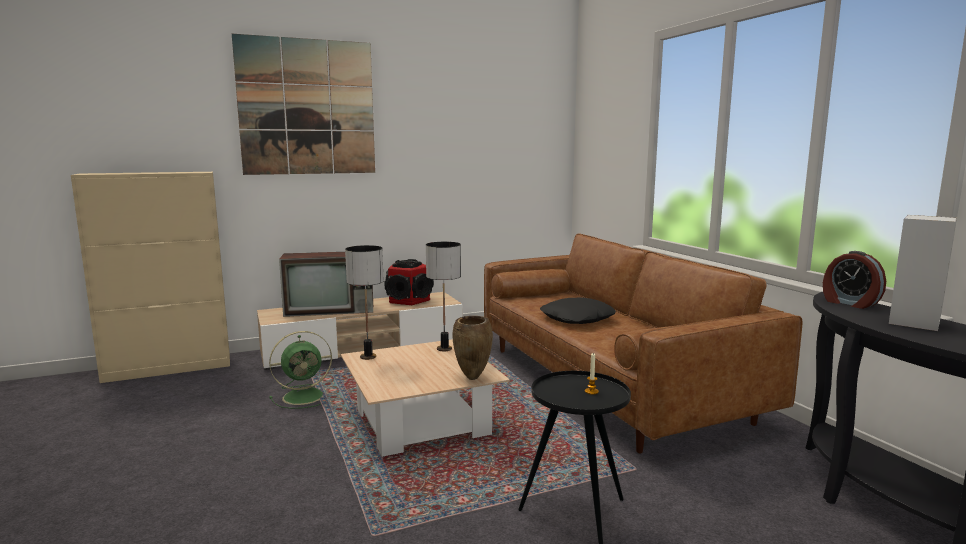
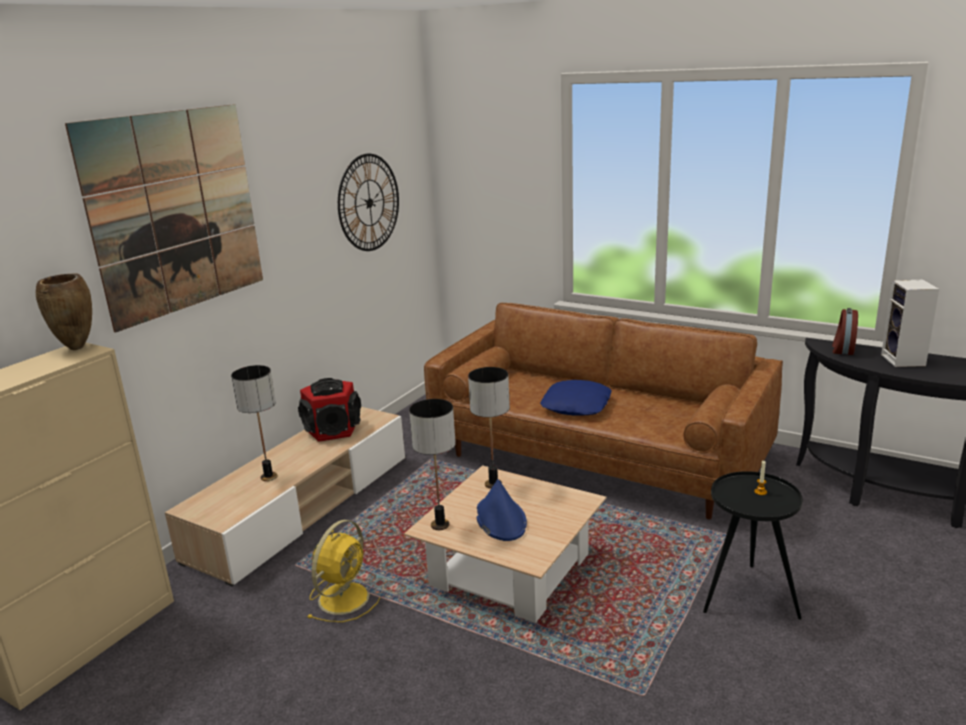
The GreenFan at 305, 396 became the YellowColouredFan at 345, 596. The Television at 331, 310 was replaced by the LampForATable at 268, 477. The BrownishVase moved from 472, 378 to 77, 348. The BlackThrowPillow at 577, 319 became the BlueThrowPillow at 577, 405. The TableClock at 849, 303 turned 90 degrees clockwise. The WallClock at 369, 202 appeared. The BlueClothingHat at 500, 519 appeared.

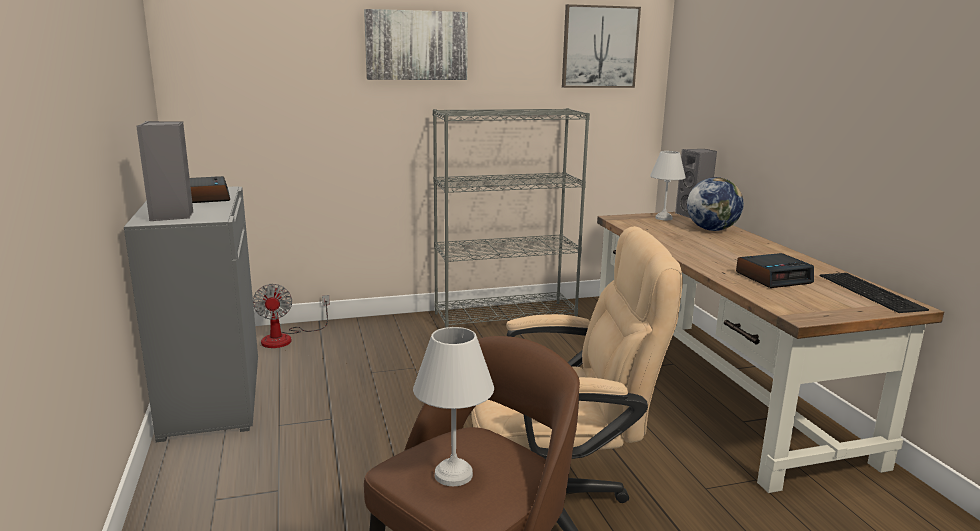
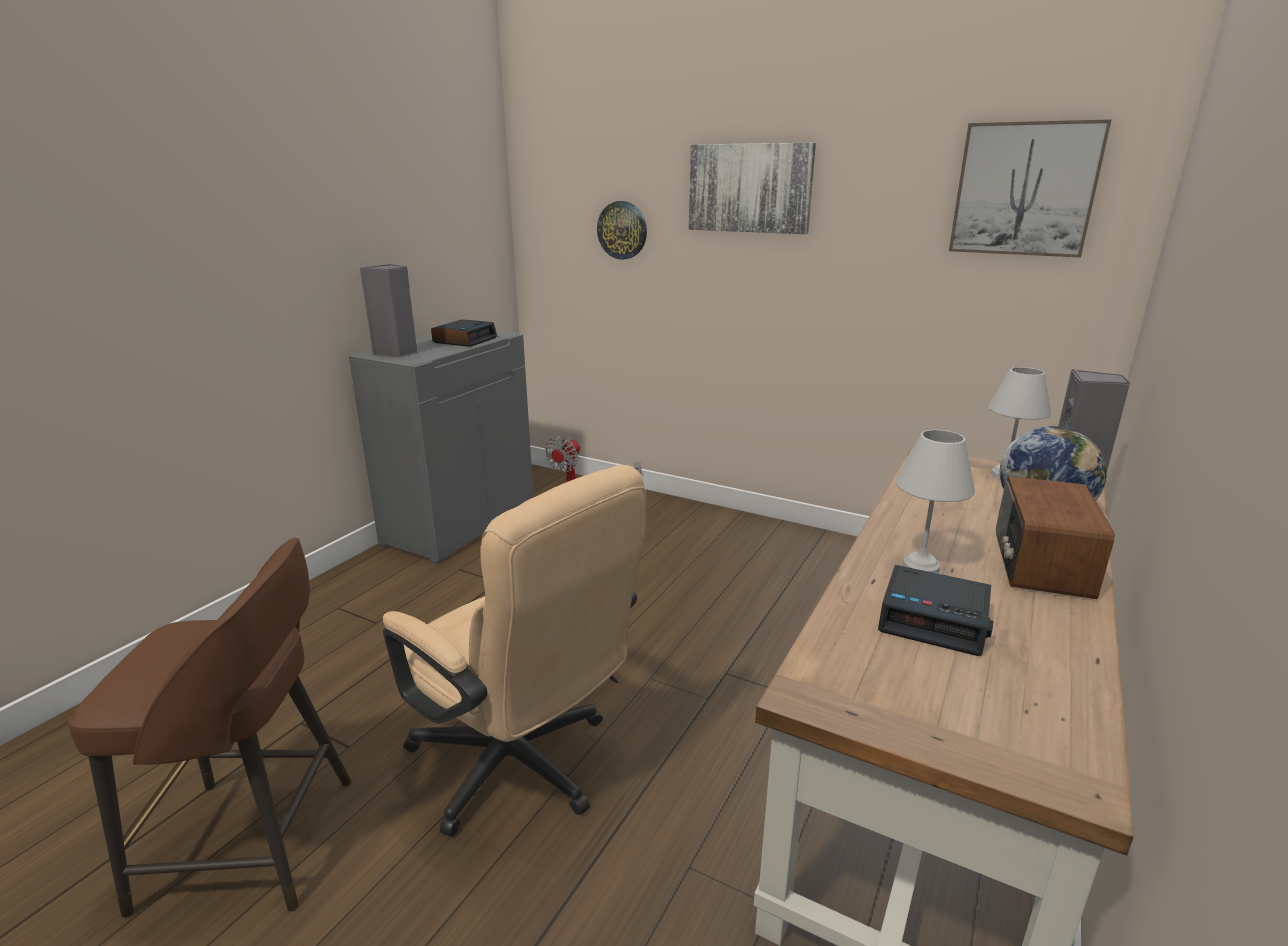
The WhiteColouredLampForATable moved from 454, 473 to 922, 566. The GreyishShelvingUnit at 506, 316 disappeared. The PcKeyboard at 873, 292 disappeared. The WallClock at 622, 230 appeared. The Radio at 1039, 564 appeared.

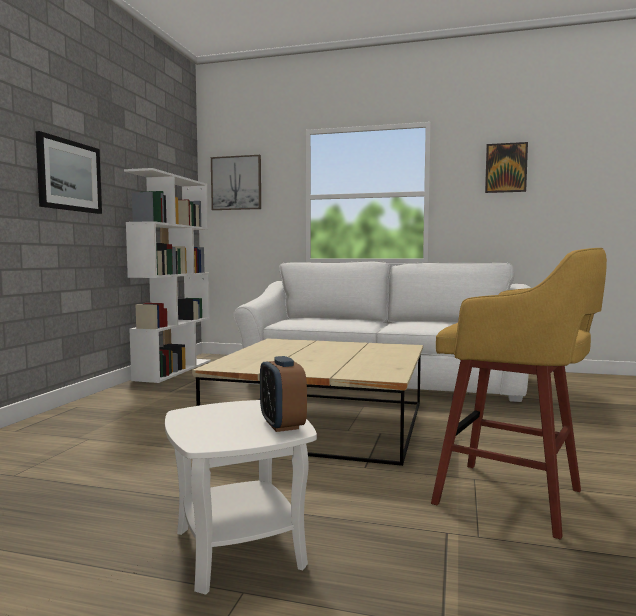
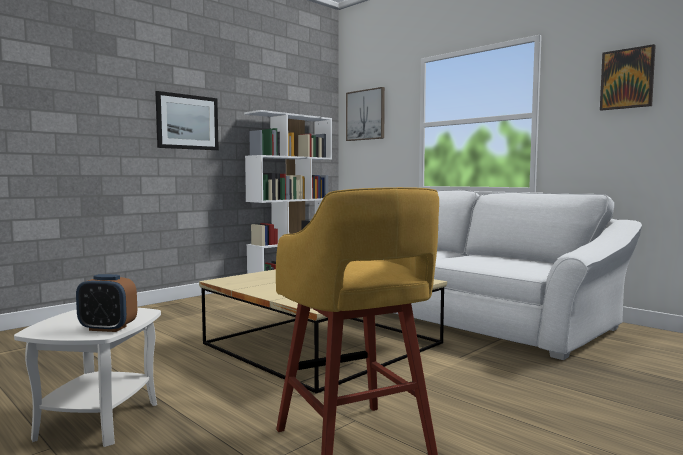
The TableClock at 282, 425 turned 90 degrees counterclockwise.

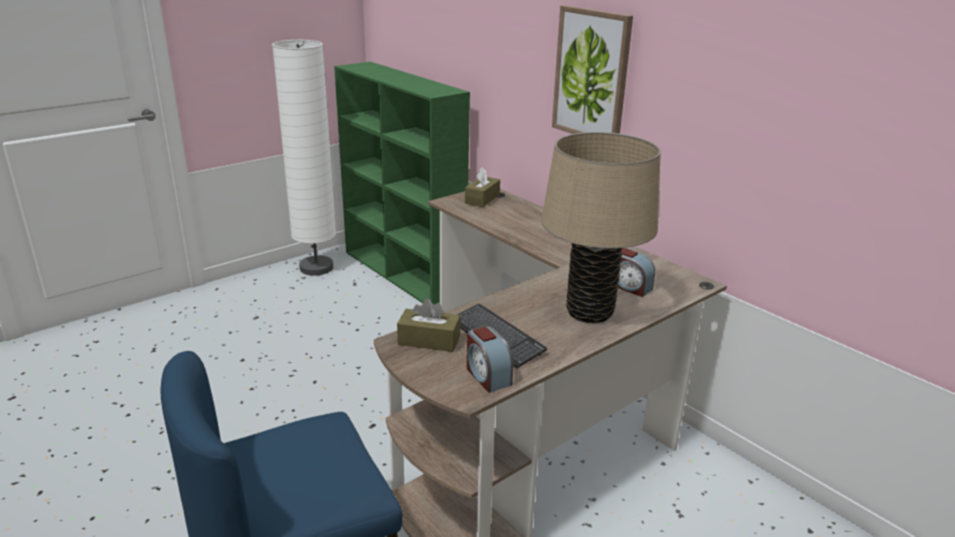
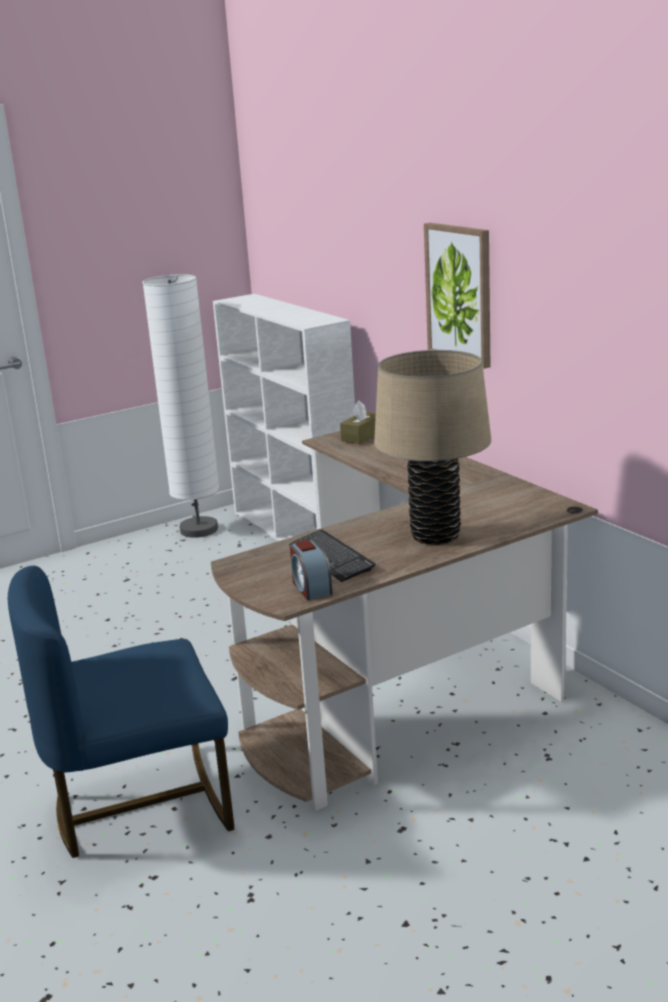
The GreenShelvingUnit at 404, 274 became the WhiteColouredShelvingUnit at 297, 533. The BrownishTissueHolder at 429, 340 disappeared. The TableClock at 629, 287 disappeared.

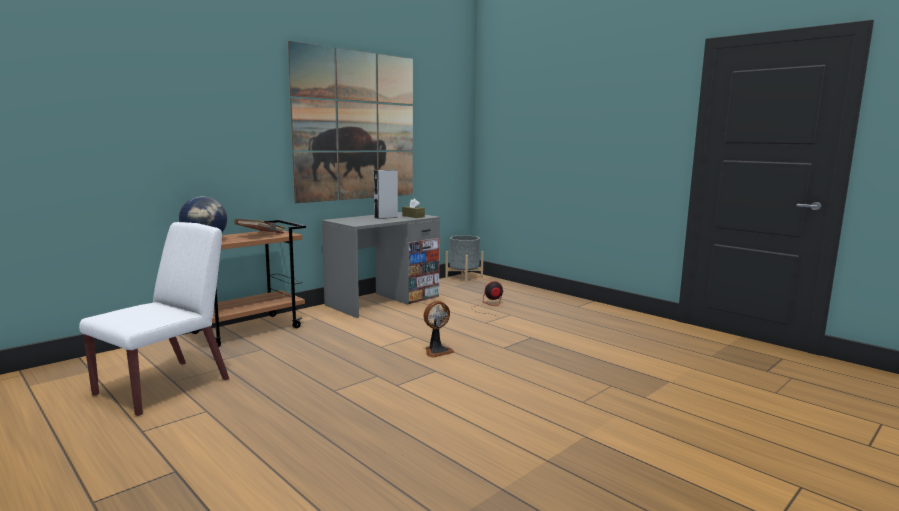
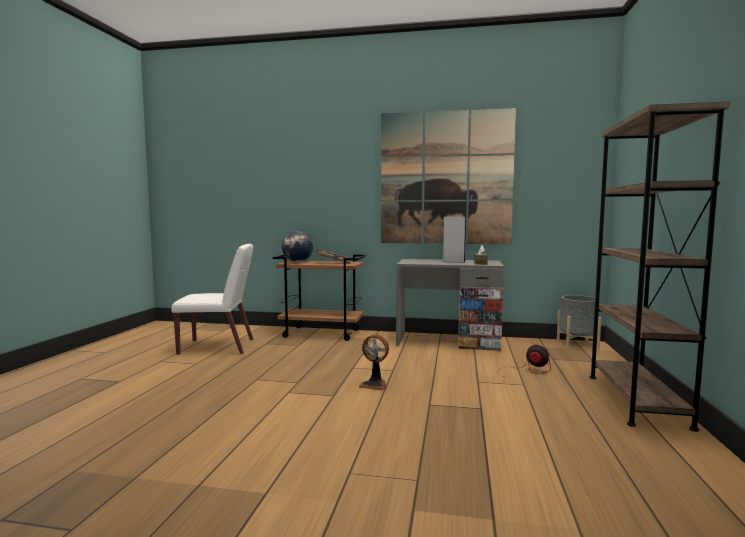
The BrownishShelvingUnit at 636, 400 appeared.

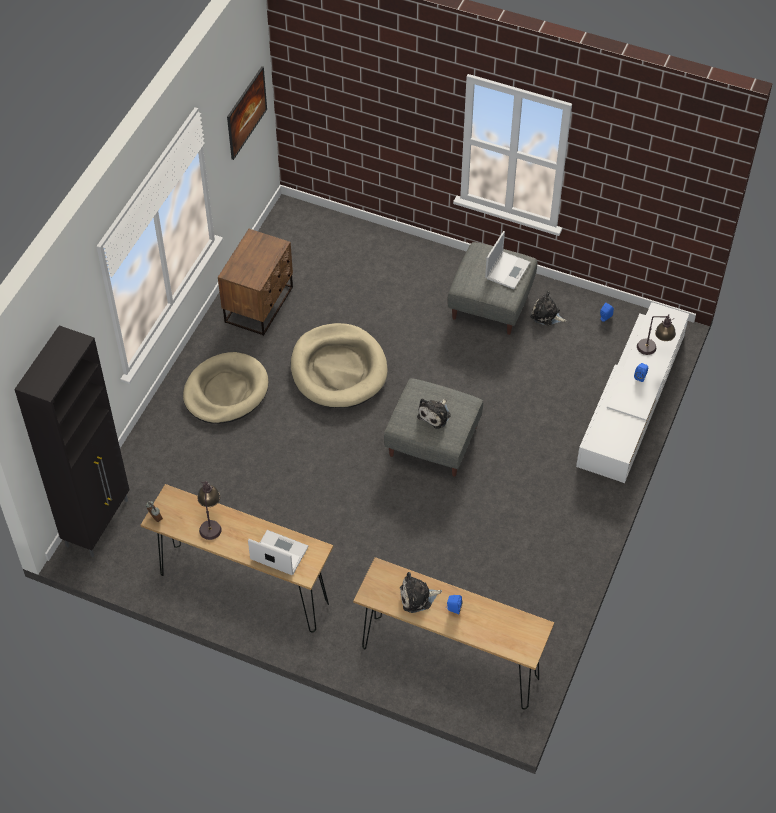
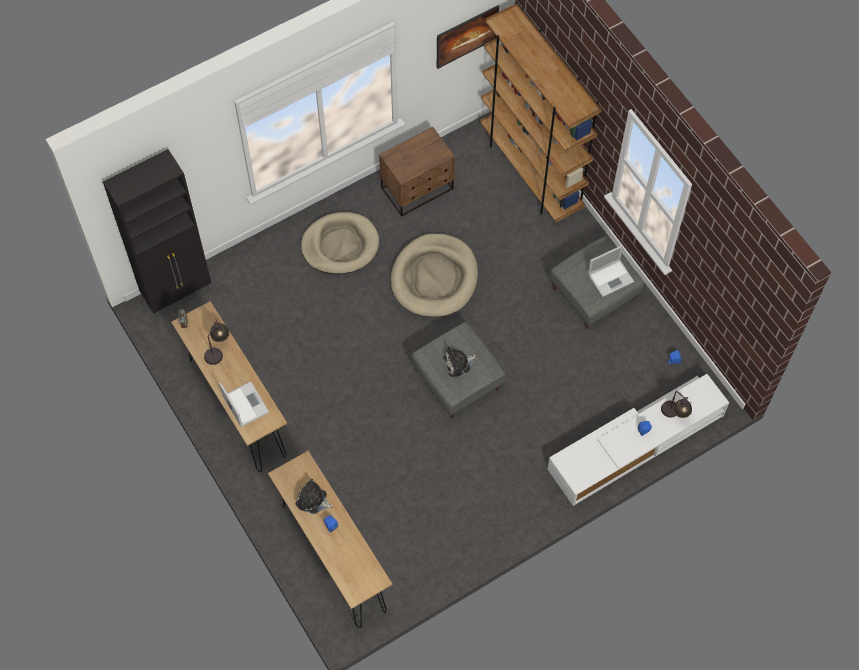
The PlushToy at 546, 315 disappeared. The BrownishShelvingUnit at 531, 171 appeared.

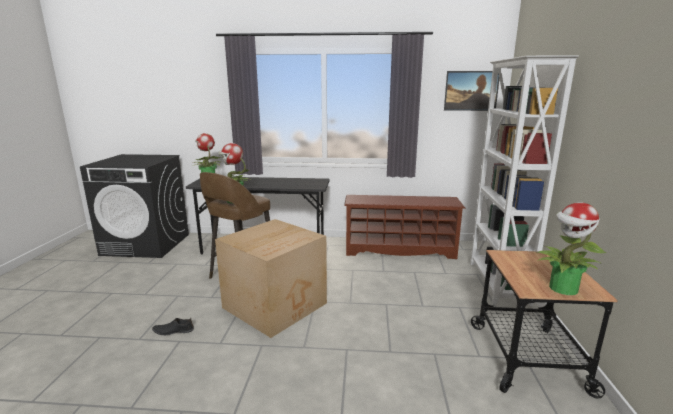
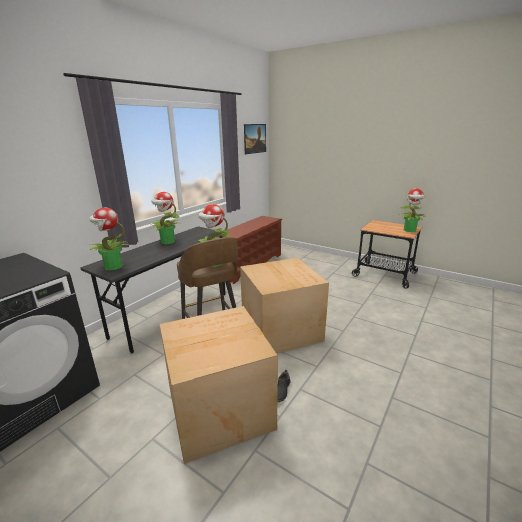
The WhiteColouredShelvingUnit at 497, 283 disappeared. The PottedPlant at 167, 242 appeared. The Carton at 218, 409 appeared.

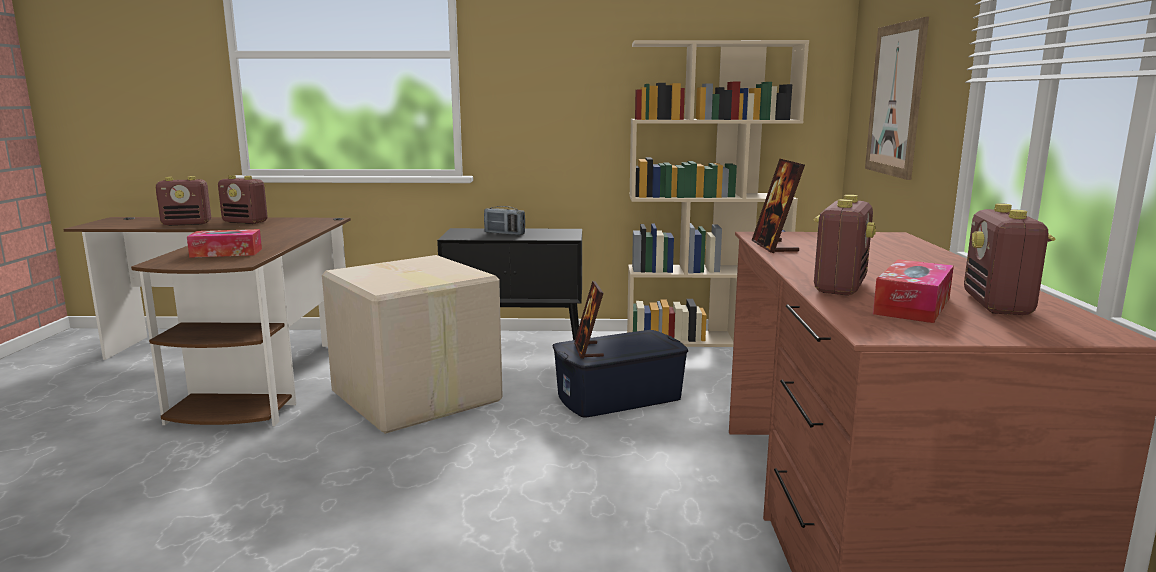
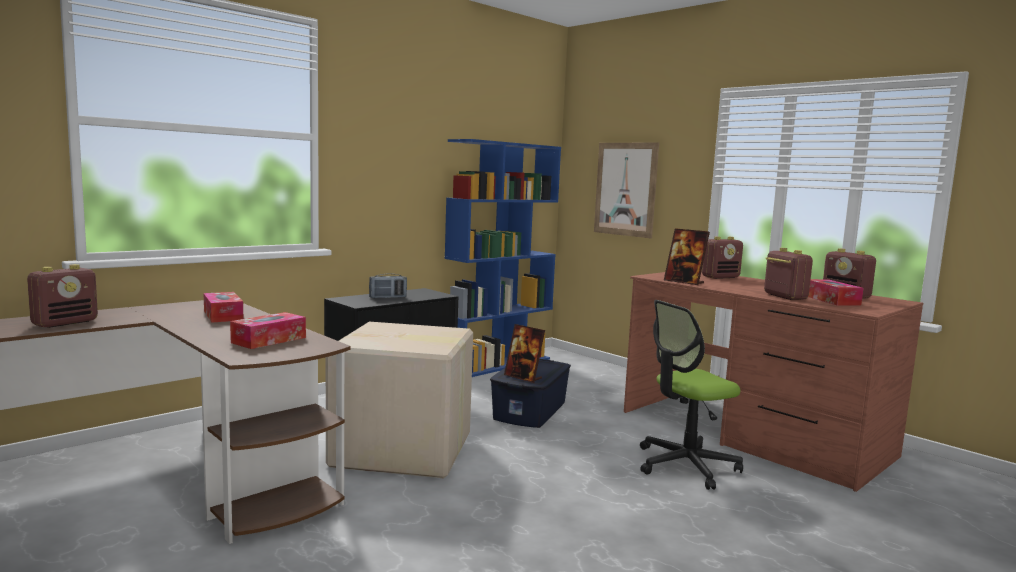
The Radio moved from 245, 222 to 720, 277. The BeigeShelvingUnit at 705, 339 became the BlueShelvingUnit at 498, 364. The TissueHolder at 223, 315 appeared. The DeskChair at 685, 465 appeared.

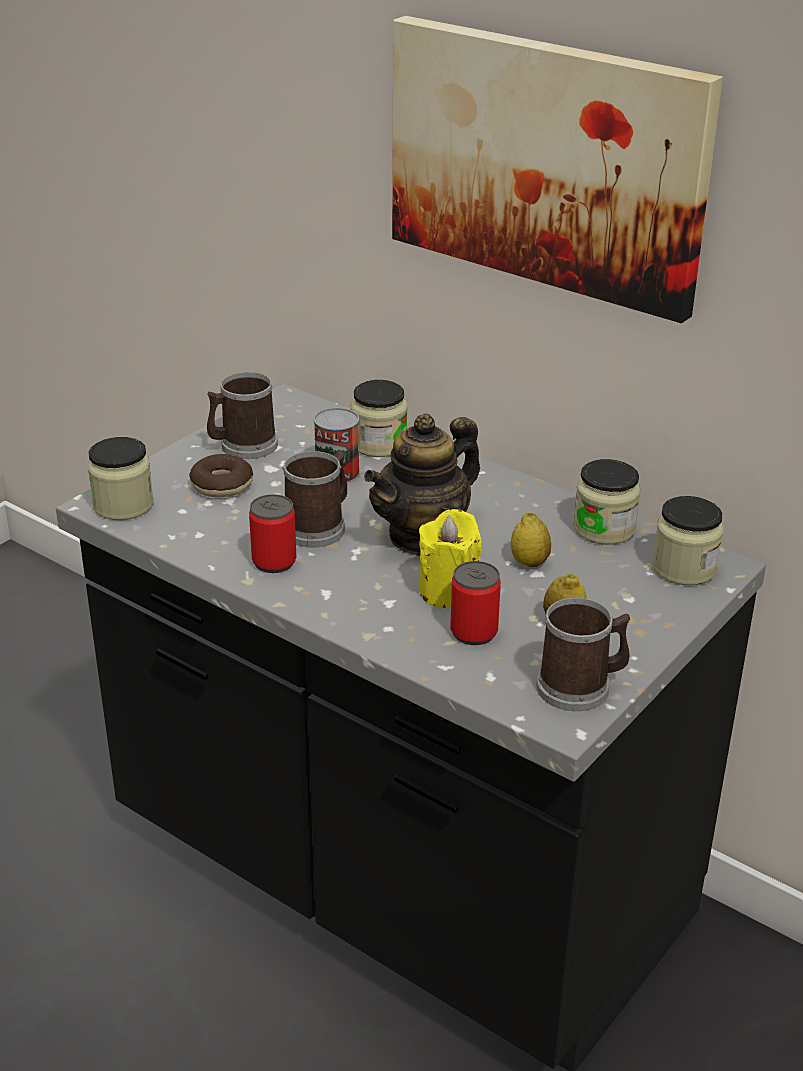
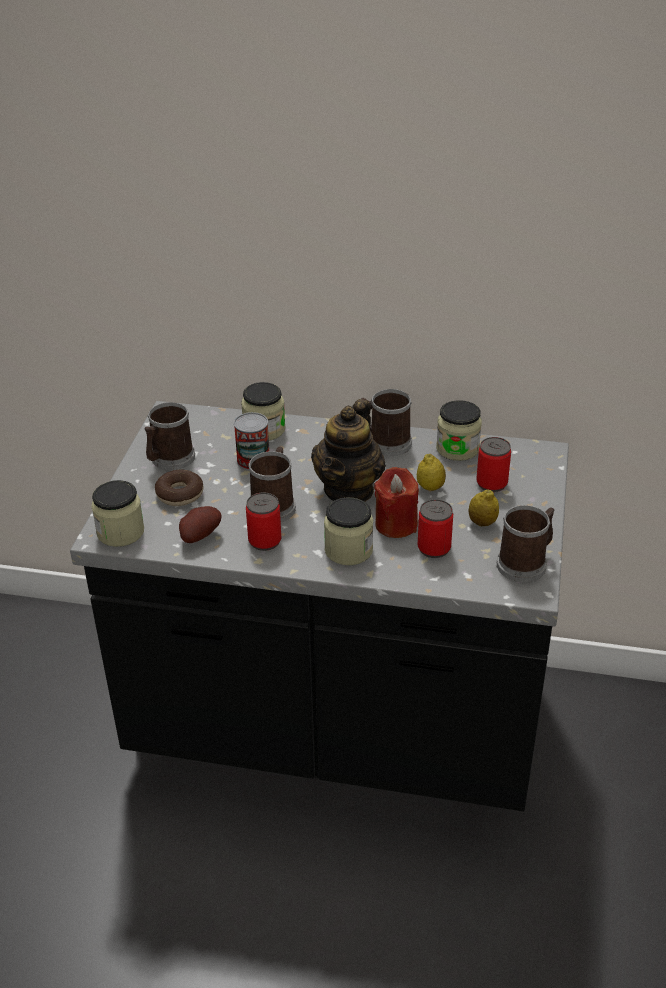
The WallPicture at 546, 163 disappeared. The YellowColouredWaxCandle at 448, 591 became the ReddishWaxCandle at 396, 524. The StorageJar moved from 684, 568 to 348, 550. The WholePotato at 199, 536 appeared. The Mug at 385, 443 appeared. The MetalCan at 491, 483 appeared.

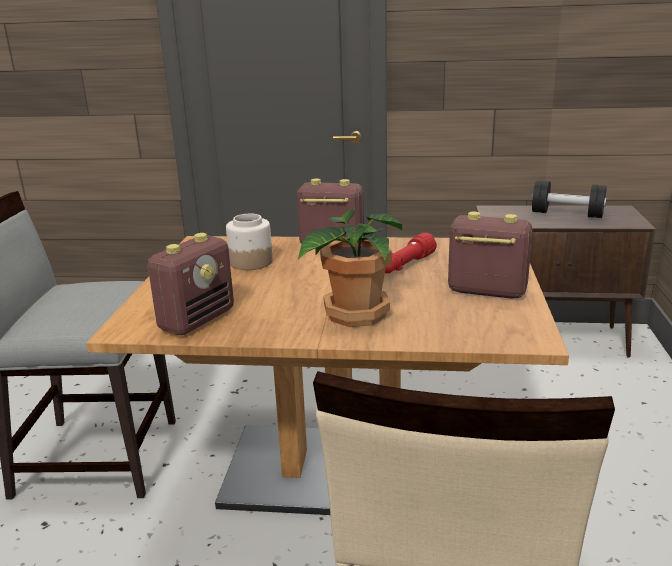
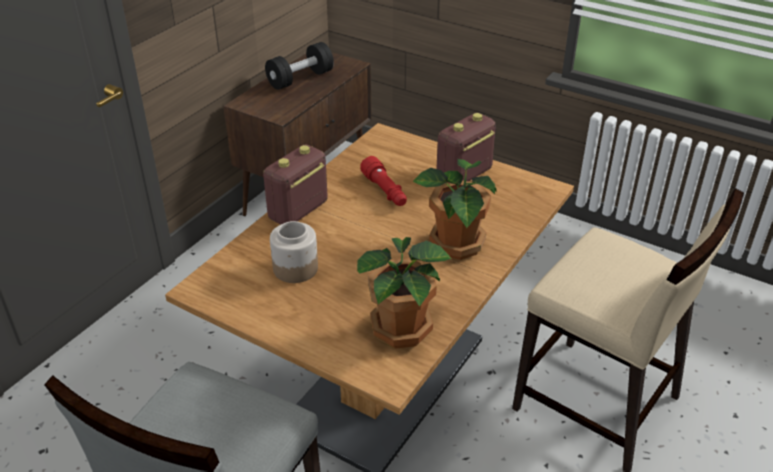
The Radio at 197, 320 was replaced by the PottedPlant at 403, 329.

